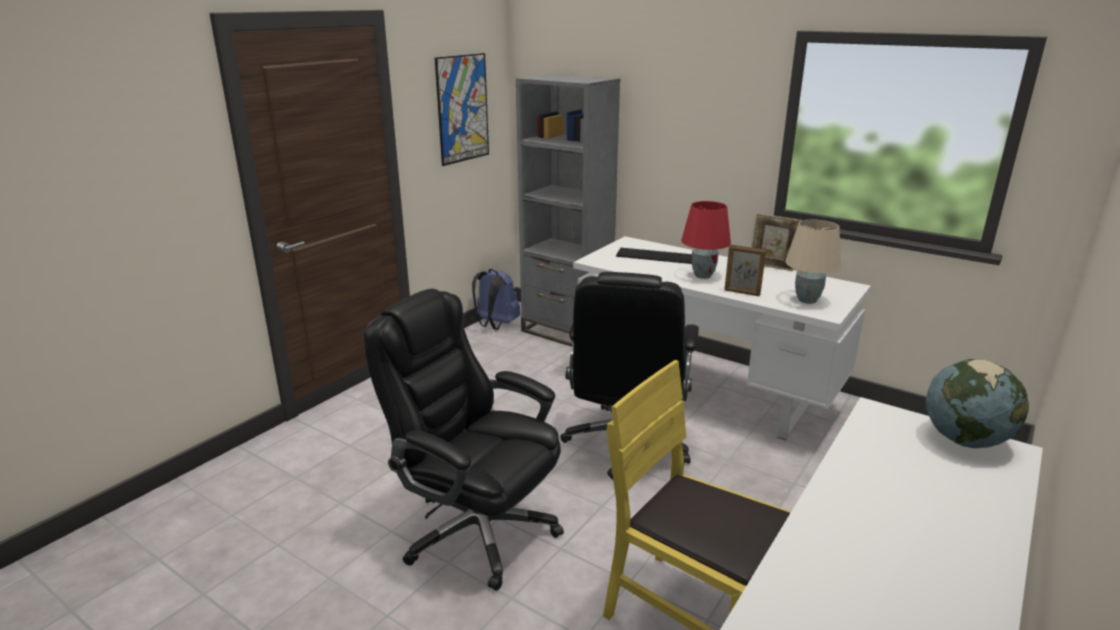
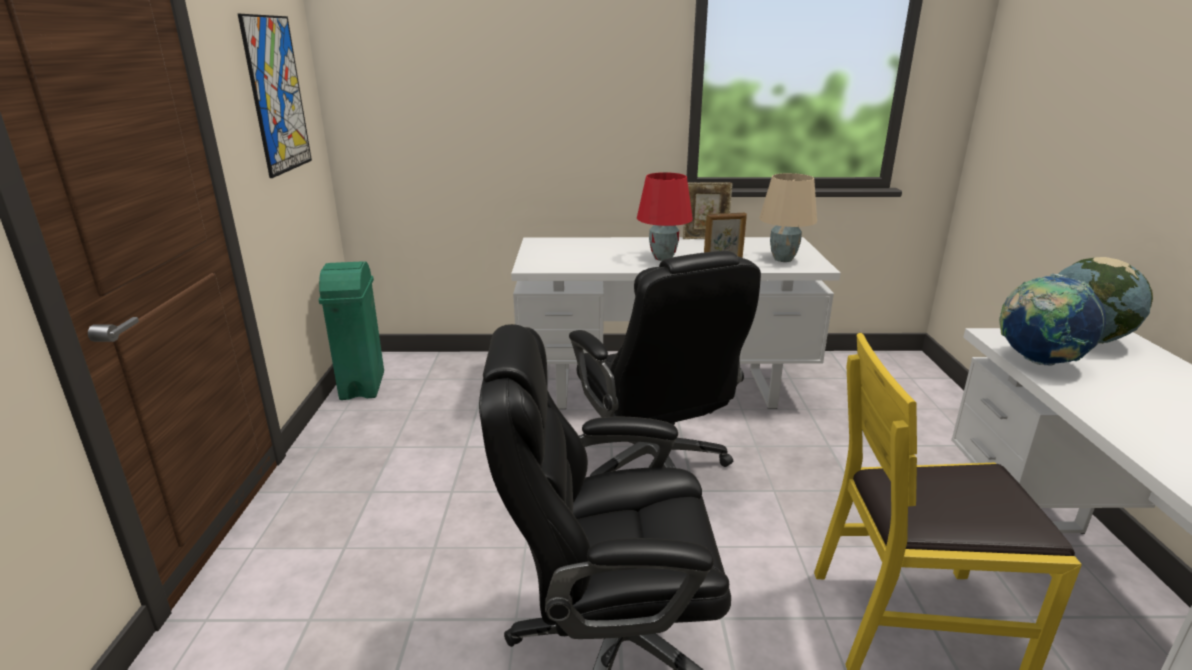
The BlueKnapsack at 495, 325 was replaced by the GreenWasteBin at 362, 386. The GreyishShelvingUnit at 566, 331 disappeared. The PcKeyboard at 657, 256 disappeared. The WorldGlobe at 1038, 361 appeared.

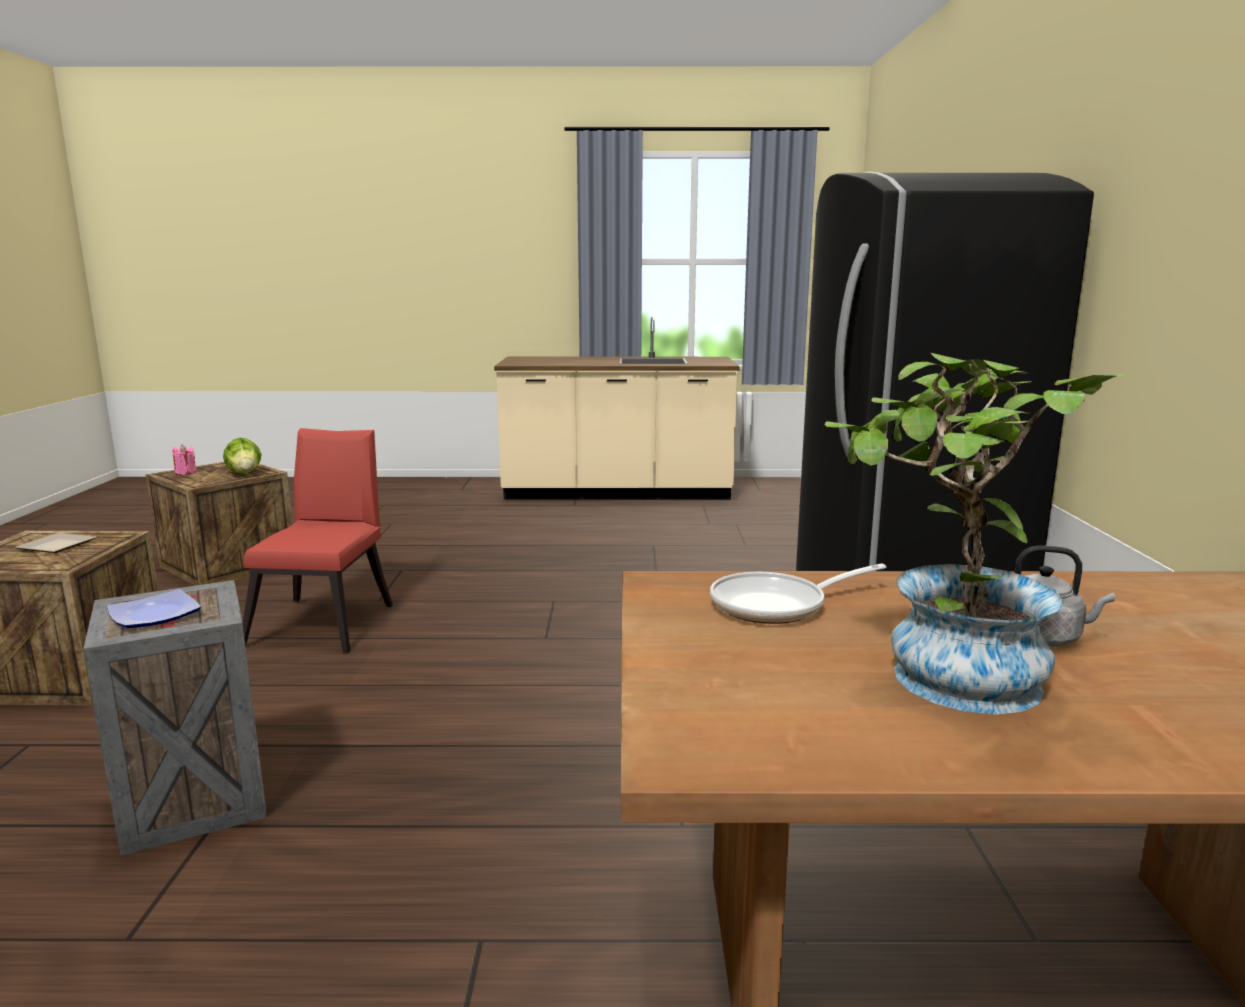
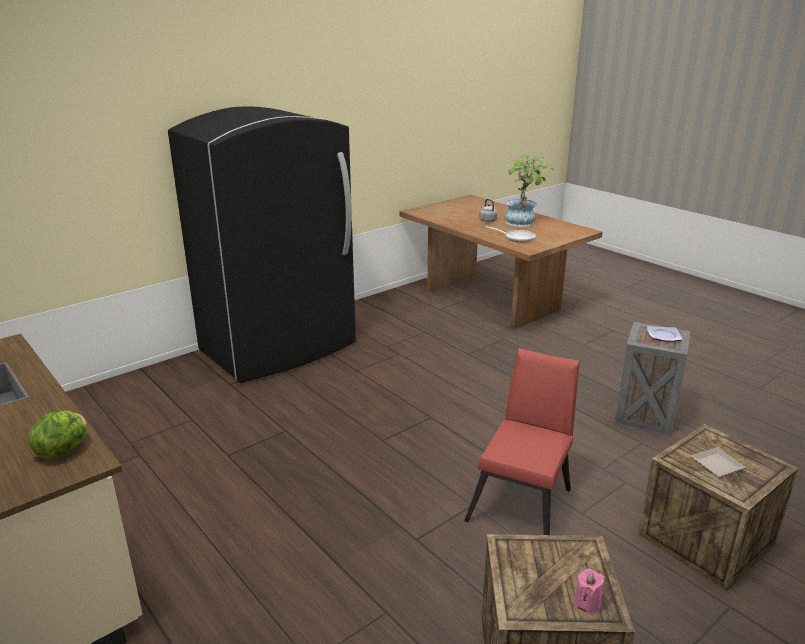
The LettuceHead moved from 244, 474 to 64, 450. The ReddishUprightChair at 327, 621 turned 150 degrees clockwise.

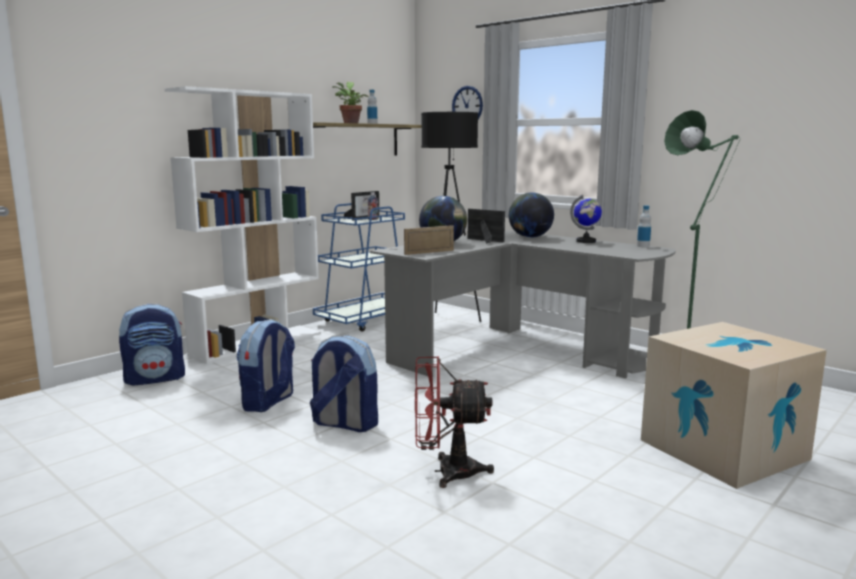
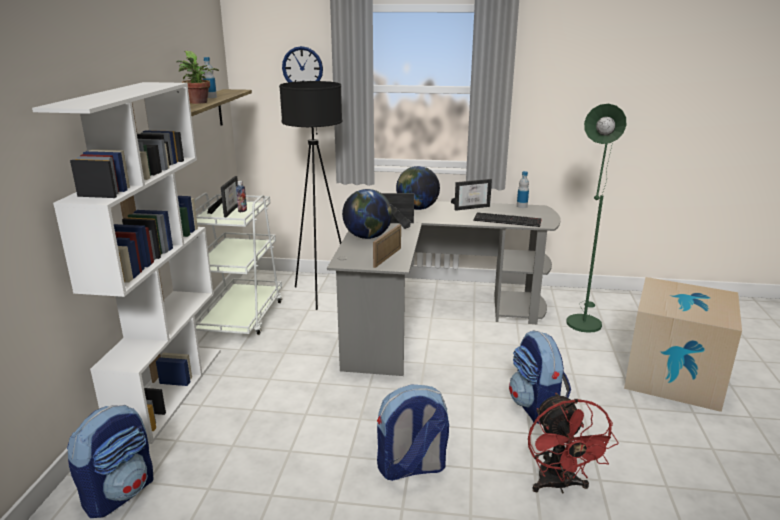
The Knapsack moved from 268, 402 to 536, 407. The BlueWheeledCart at 366, 320 became the WhiteColouredWheeledCart at 242, 317. The ReddishFan at 446, 472 turned 60 degrees counterclockwise. The WorldGlobe at 586, 241 was replaced by the PhotoFrame at 471, 207. The PcKeyboard at 508, 220 appeared.

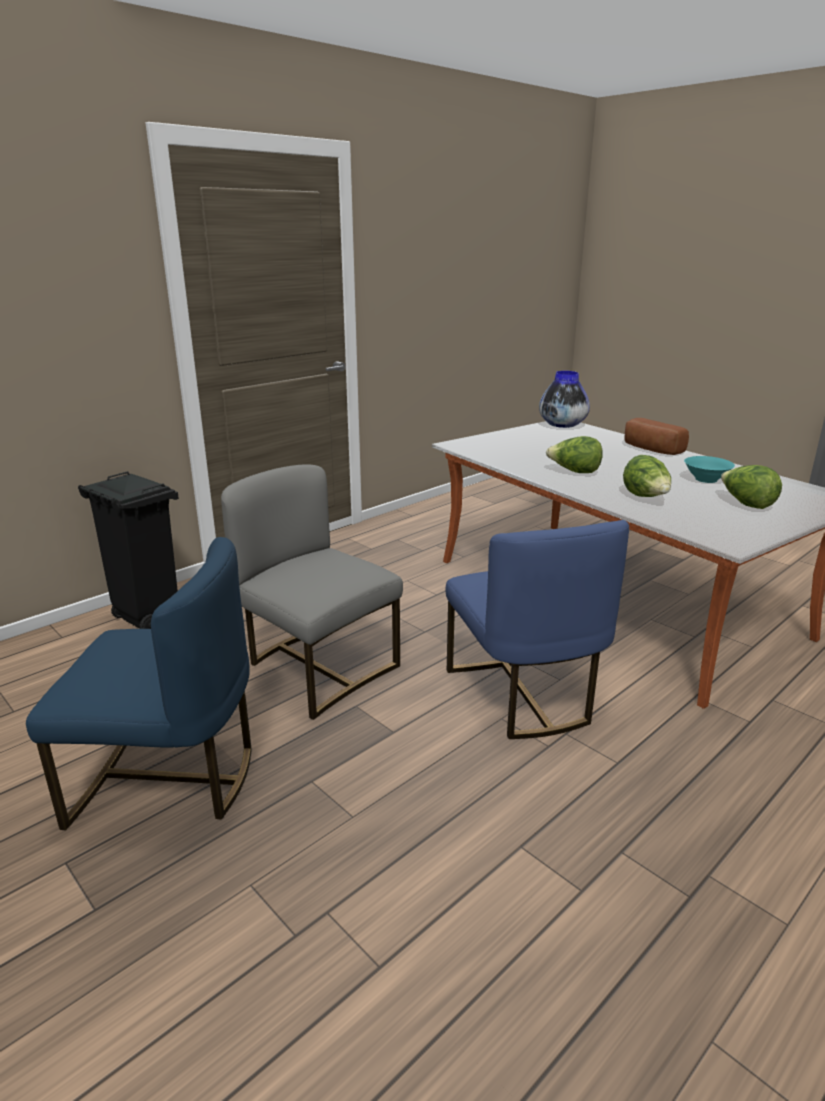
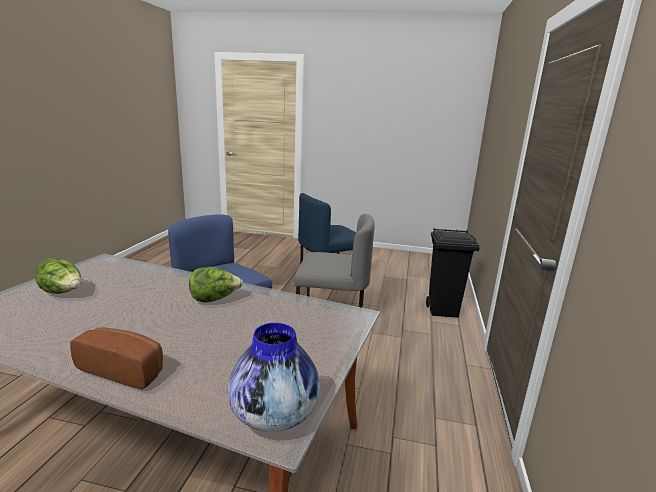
The LettuceHead at 646, 497 disappeared. The TurquoiseDeepDish at 705, 479 disappeared.

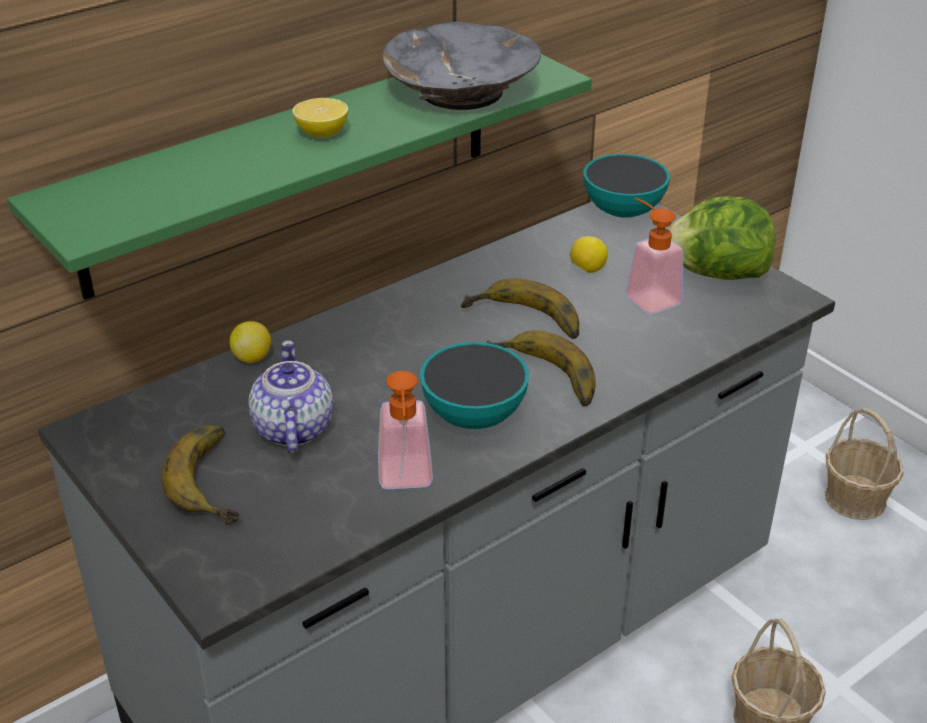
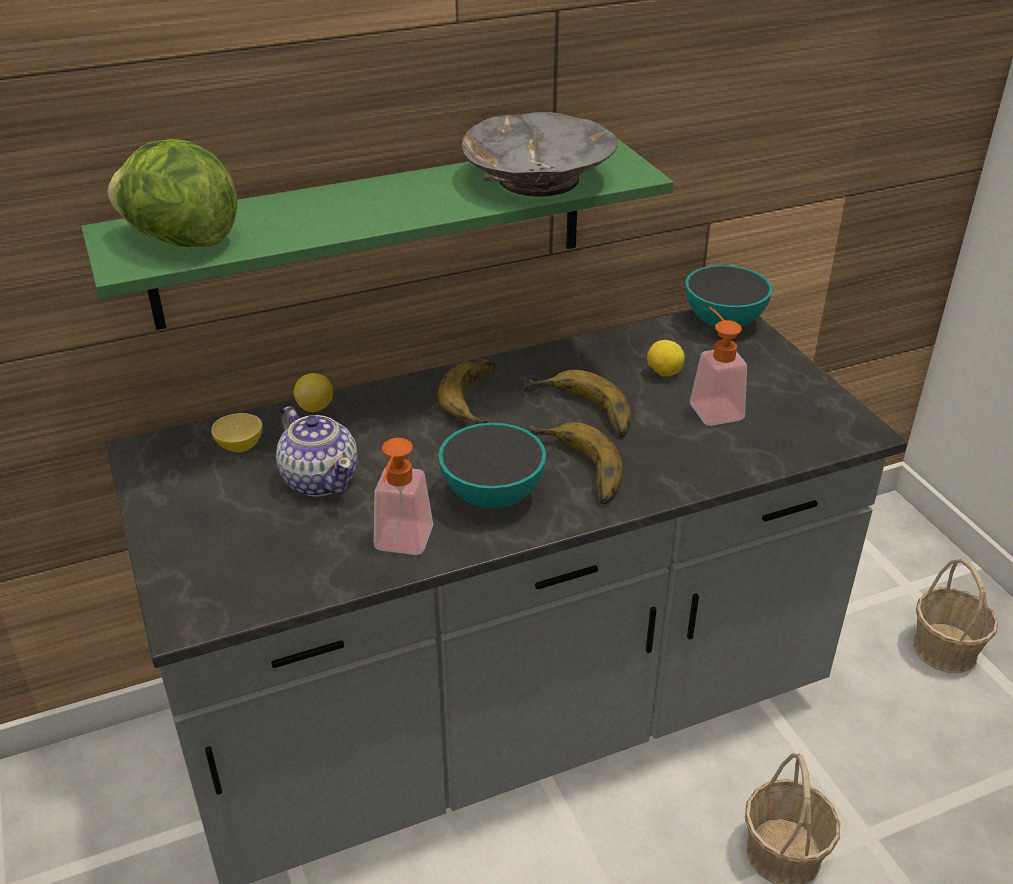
The Banana moved from 218, 479 to 483, 400. The TeaPot at 292, 429 turned 135 degrees clockwise. The WholeLemon moved from 322, 133 to 240, 446. The LettuceHead moved from 717, 274 to 181, 241.

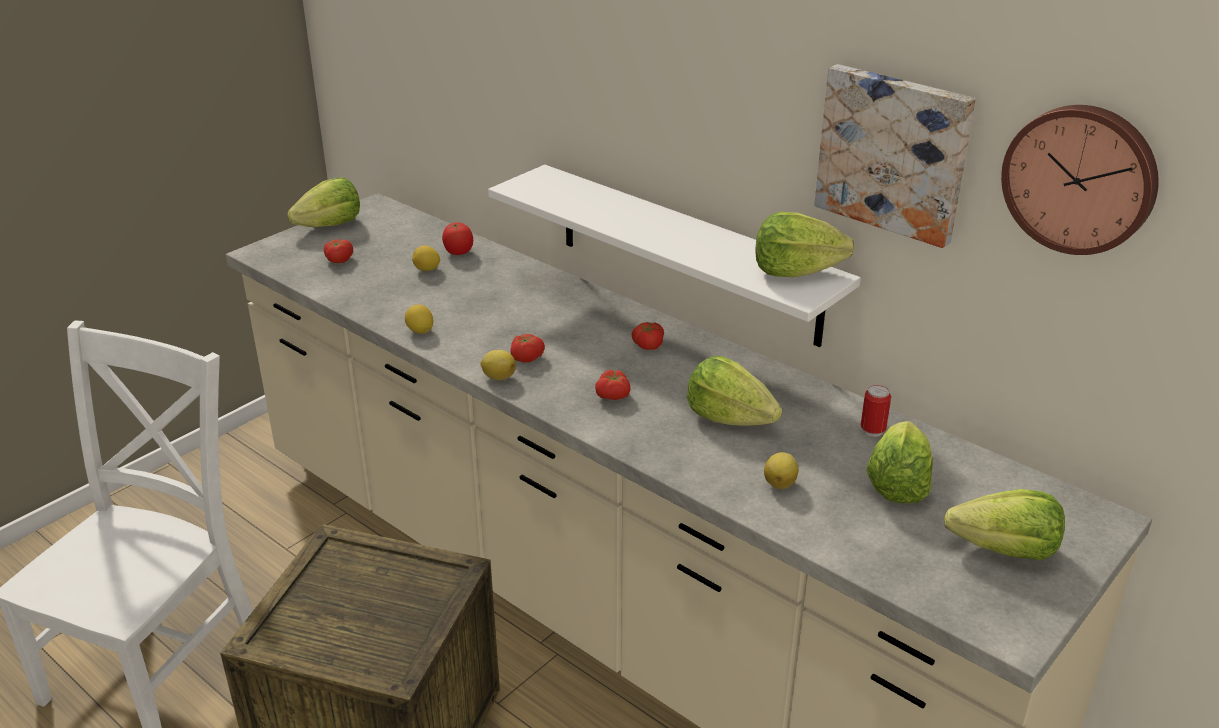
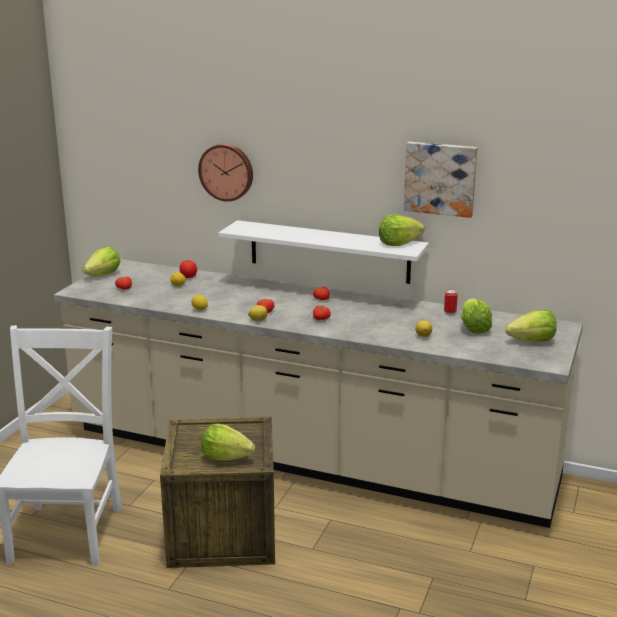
The LettuceHead moved from 729, 418 to 226, 457. The WallClock moved from 1080, 178 to 227, 171.

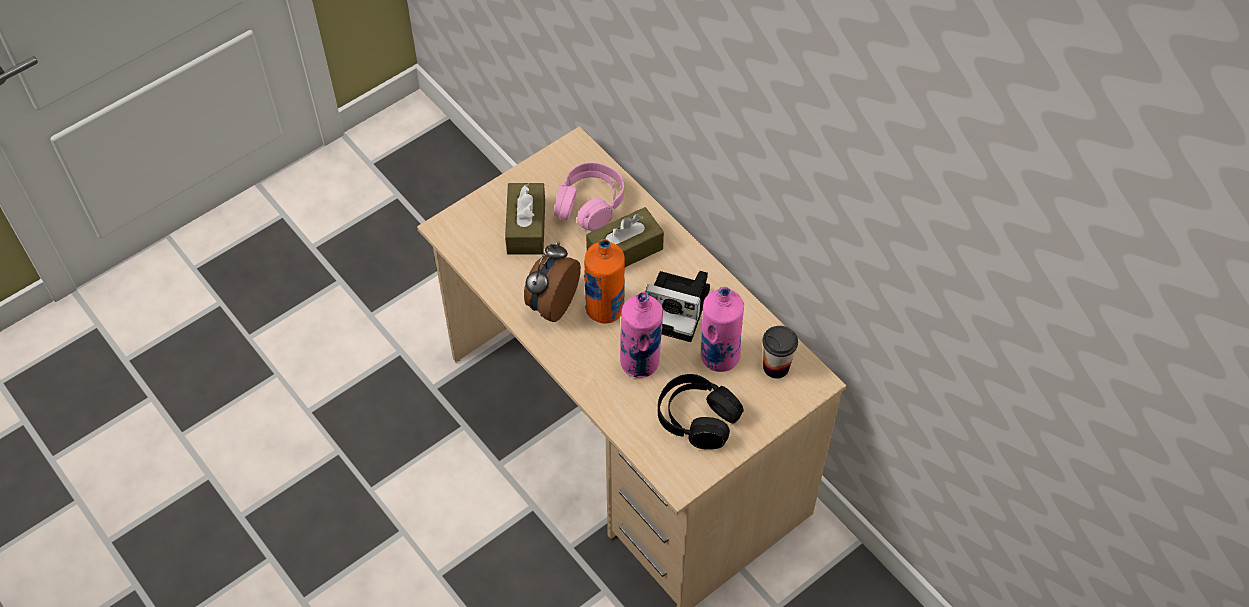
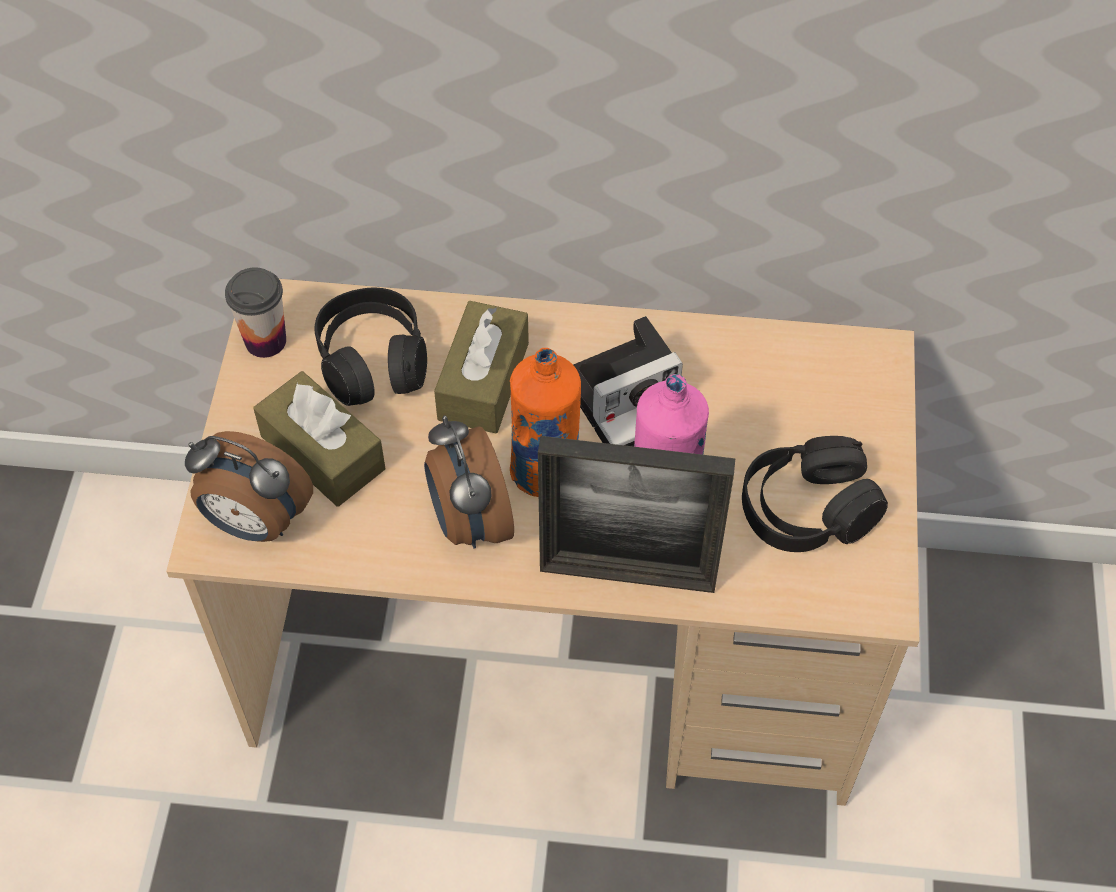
The PinkHeadset at 589, 204 became the BlackHeadset at 373, 360. The PinkDrinkBottle at 719, 356 disappeared. The DrinkingCup moved from 776, 367 to 265, 341. The TableClock at 255, 522 appeared. The PhotoFrame at 627, 574 appeared.

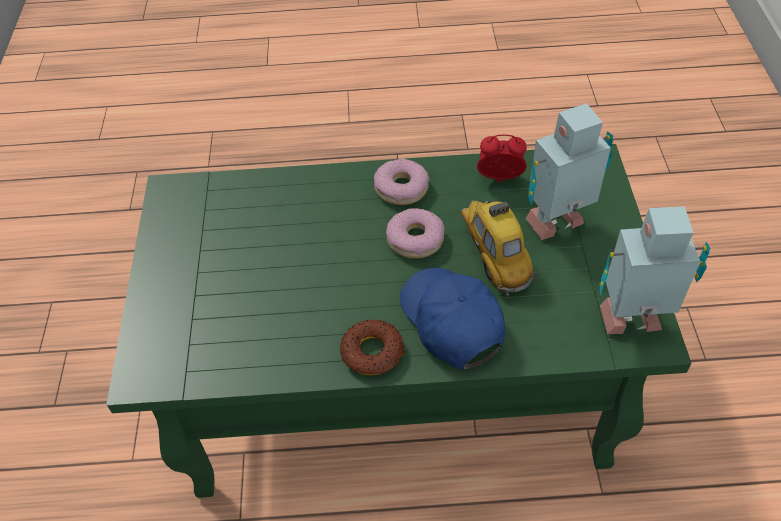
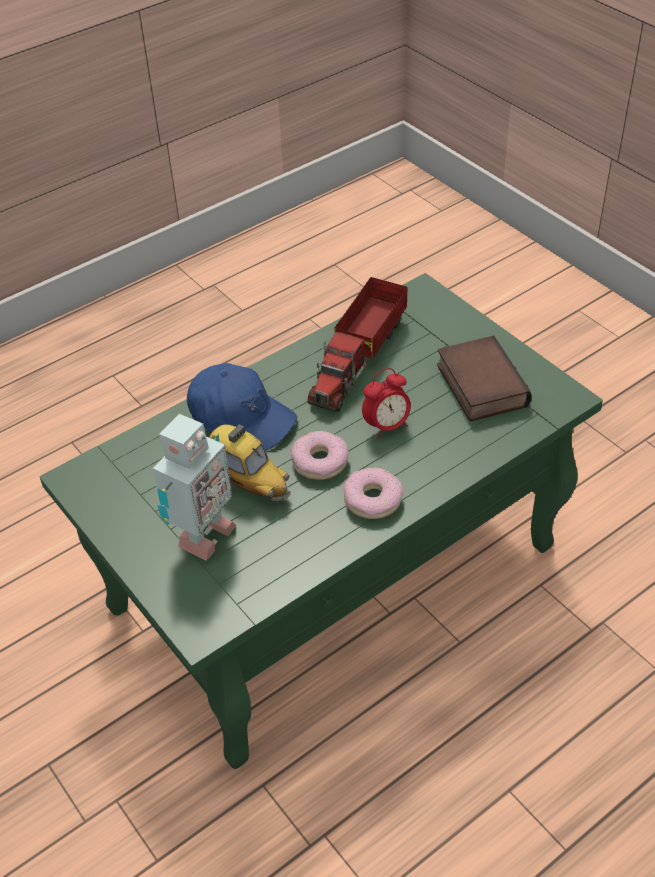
The RingDoughnut at 372, 352 disappeared. The TableClock moved from 499, 179 to 386, 426. The RobotFigure at 633, 323 disappeared. The ToyLorry at 359, 357 appeared. The Volume at 478, 385 appeared.

